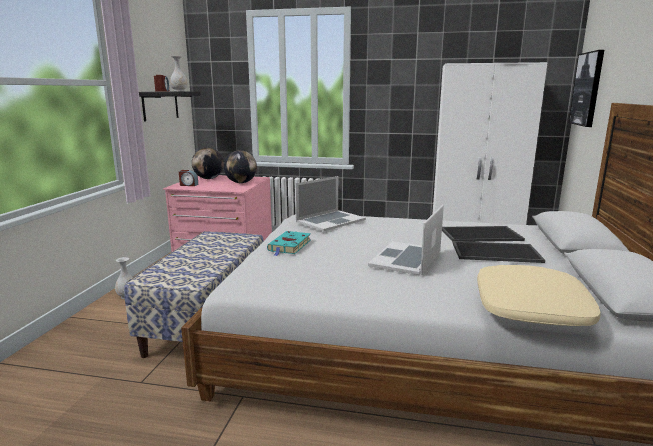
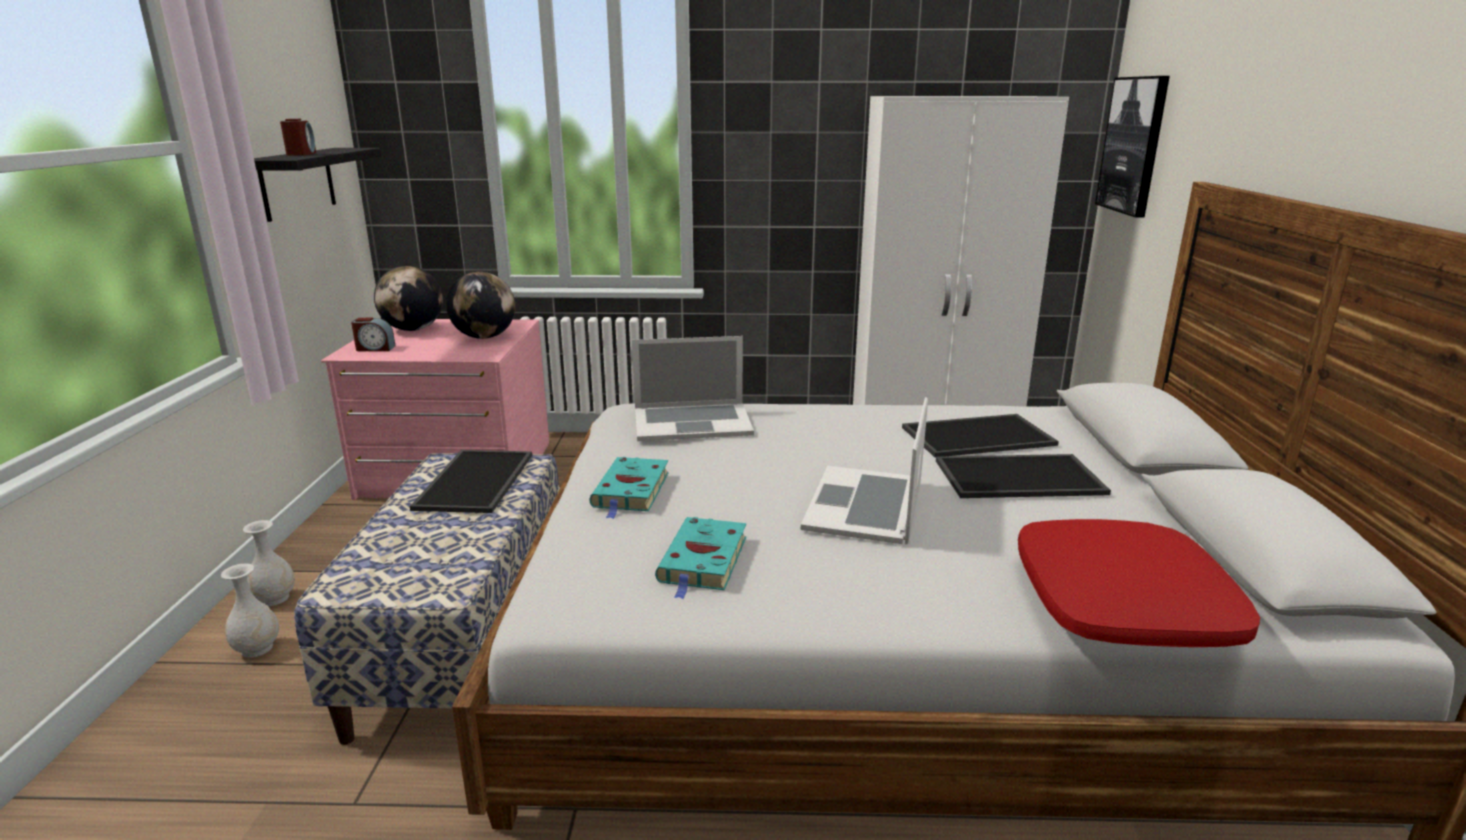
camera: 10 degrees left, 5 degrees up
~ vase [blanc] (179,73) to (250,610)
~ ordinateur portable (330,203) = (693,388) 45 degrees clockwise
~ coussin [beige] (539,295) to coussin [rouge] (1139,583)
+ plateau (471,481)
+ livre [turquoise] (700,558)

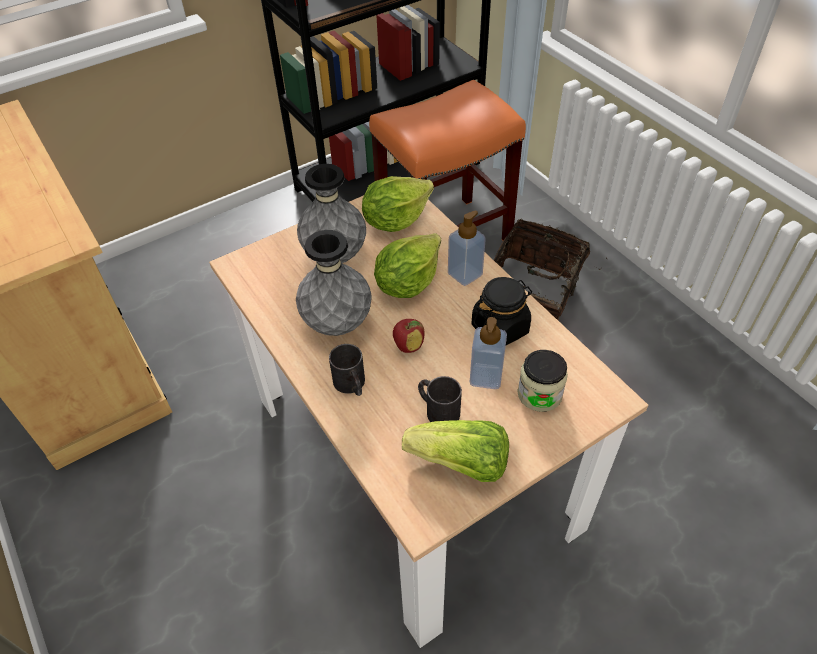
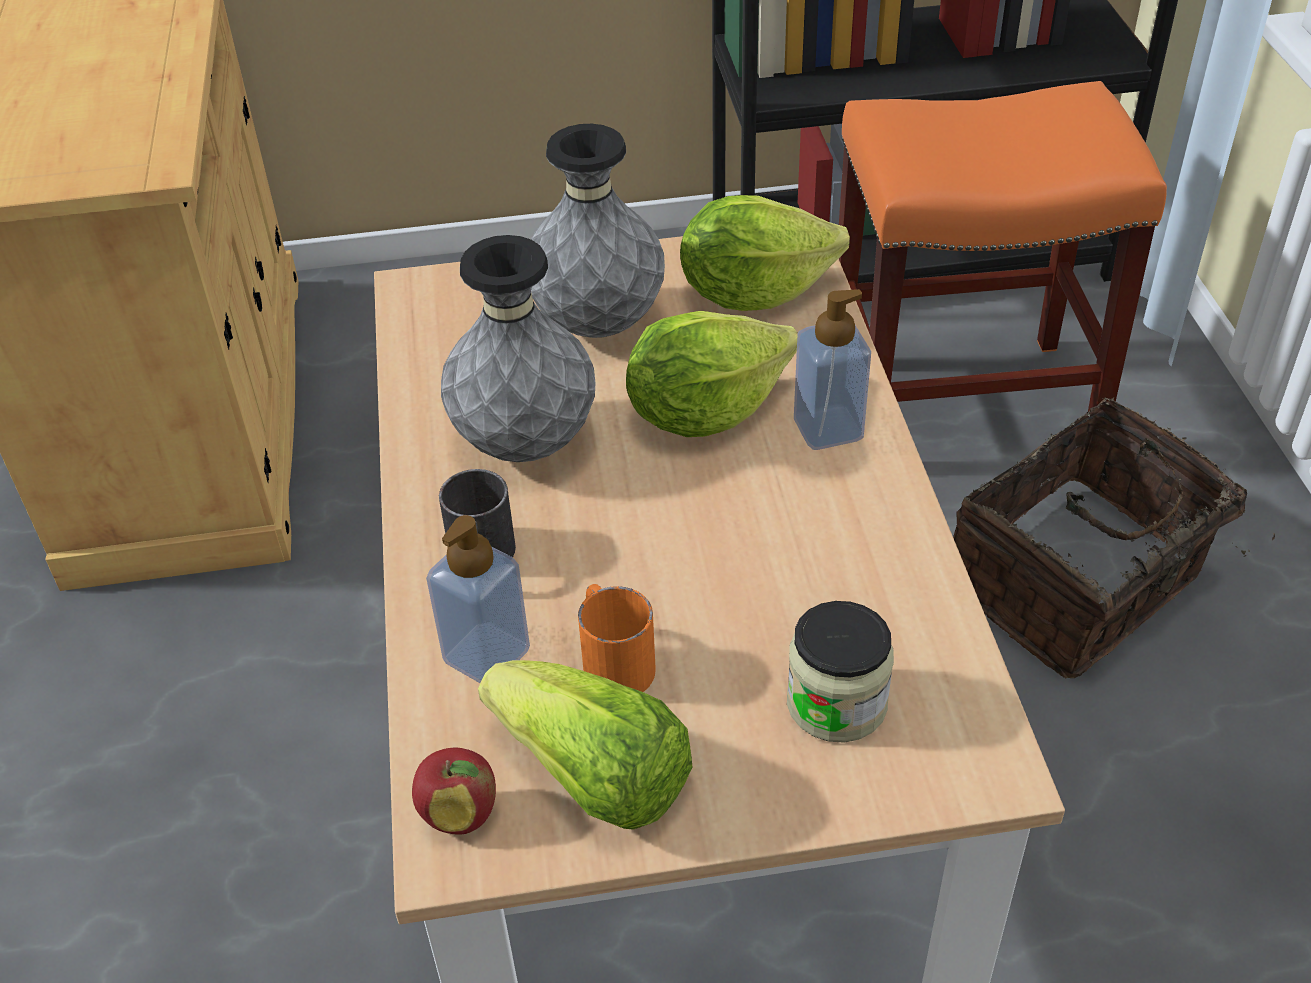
camera: 25 degrees right, 5 degrees down
~ pomme (408,336) to (454,791)
~ mug [noir] (440,399) to mug [orange] (617,638)
~ distributeur de savon (488,353) to (478,599)
- bocal [noir] (501,311)

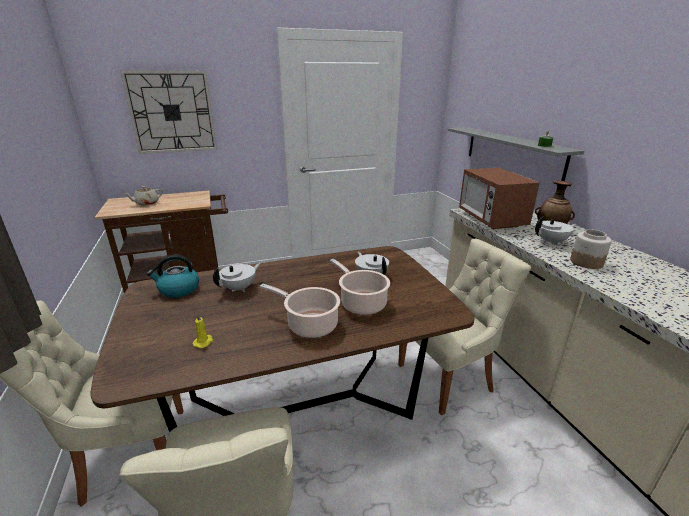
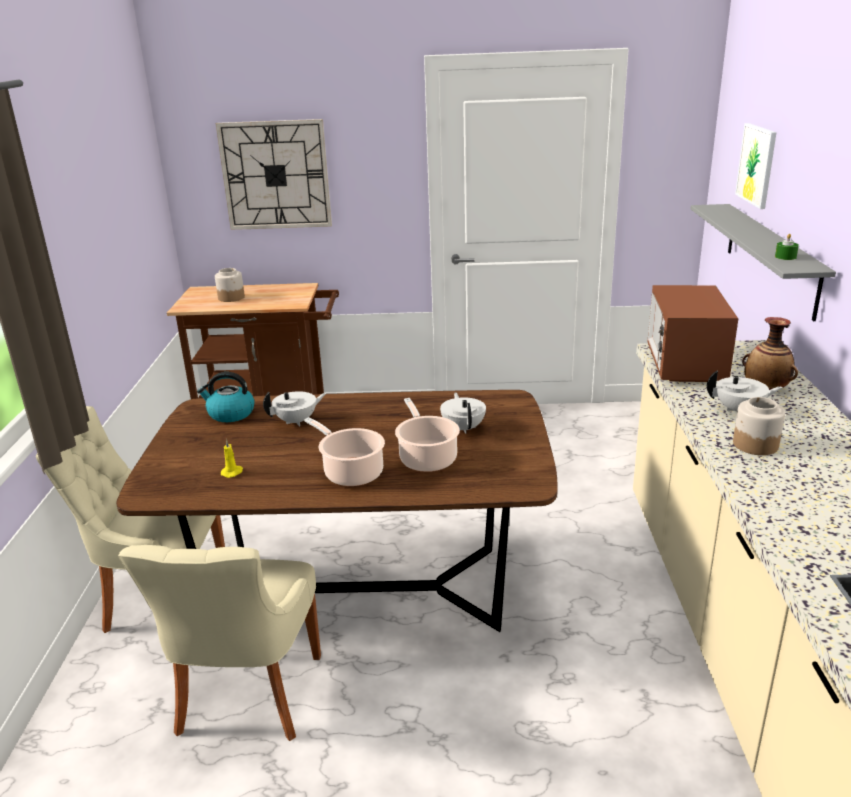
camera: 20 degrees right, 0 degrees up
~ théière [beige] (143,196) to bocal (230,285)
- chaise [beige] (464,326)
+ tableau (756,166)

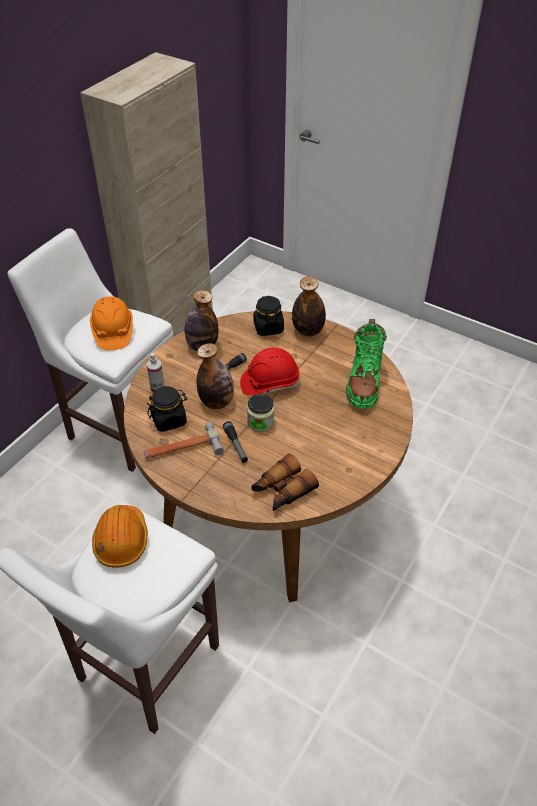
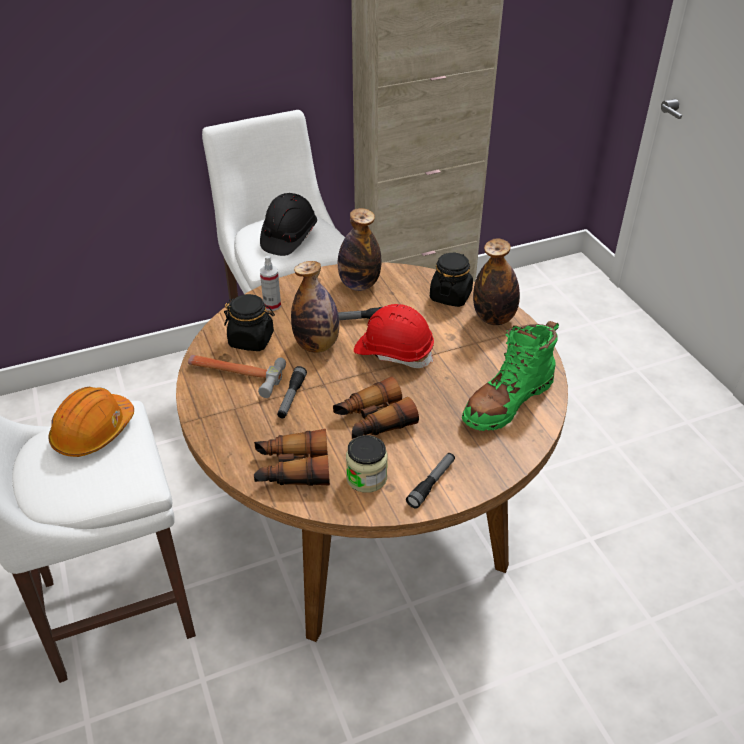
camera: 35 degrees right, 5 degrees down
~ casque de chantier [orange] (111,323) to casque de chantier [noir] (288,224)
~ bocal (261,413) to (367,464)
+ jumelles (376,407)
+ lampe de poche (430,481)

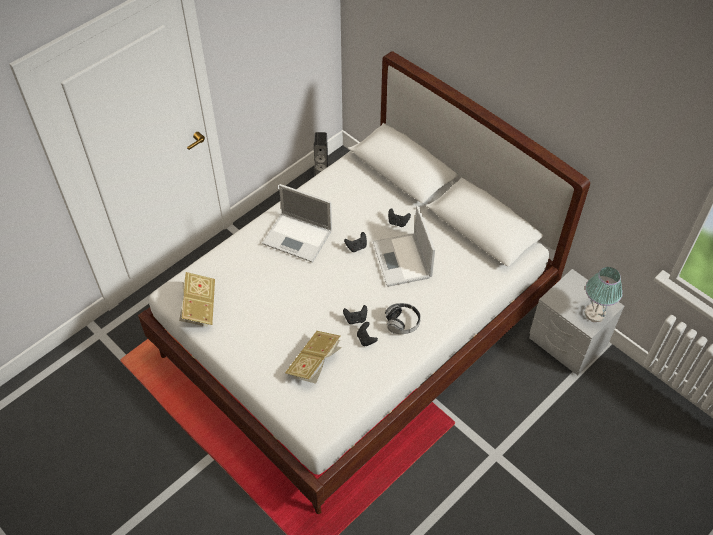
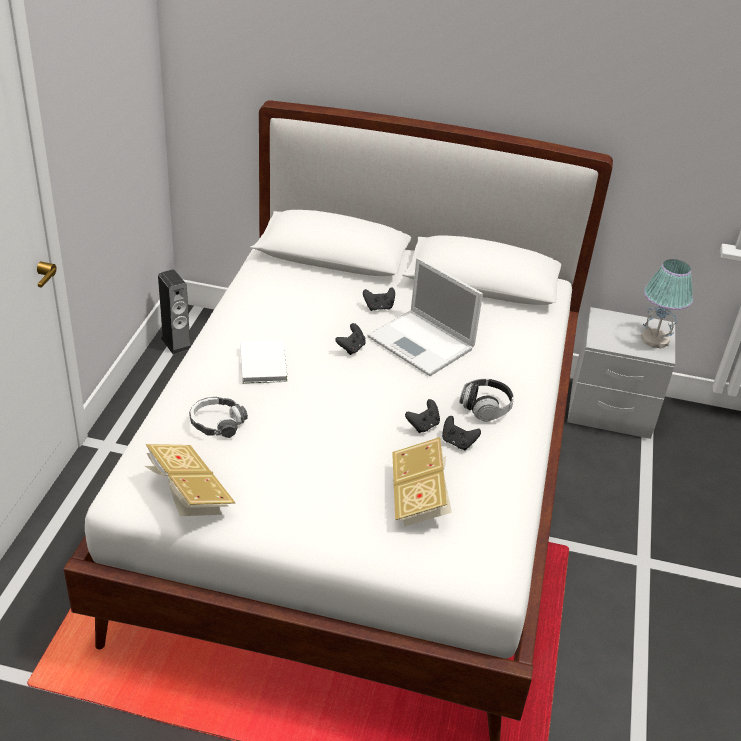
camera: 35 degrees left, 15 degrees down
~ ordinateur portable (297,223) to livre [blanc] (263,362)
+ casque audio (218,417)

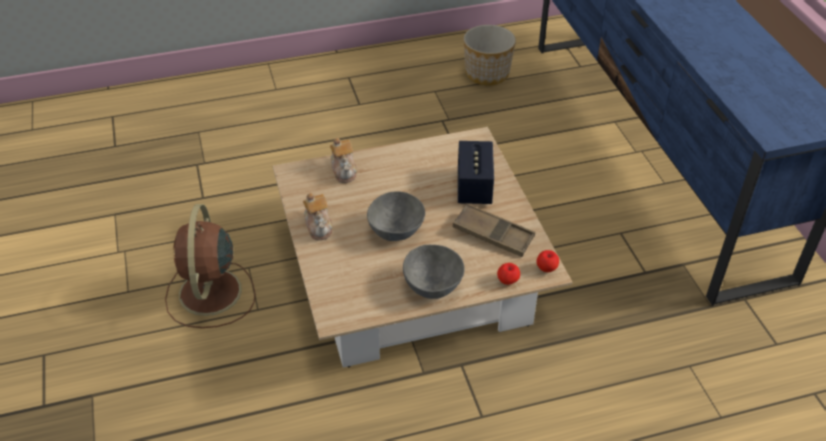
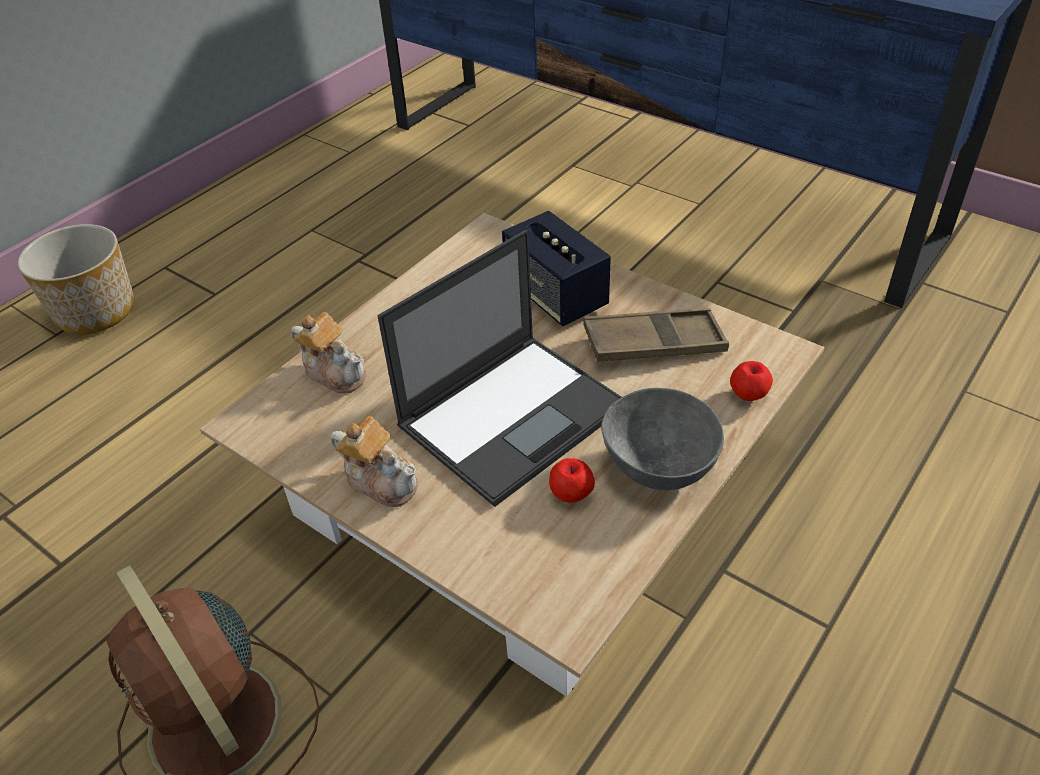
camera: 35 degrees left, 0 degrees up
~ bol [gris] (396,216) to ordinateur portable (499,368)
~ cache-pot (490,55) to (75,279)
~ pomme (547,261) to (572,480)

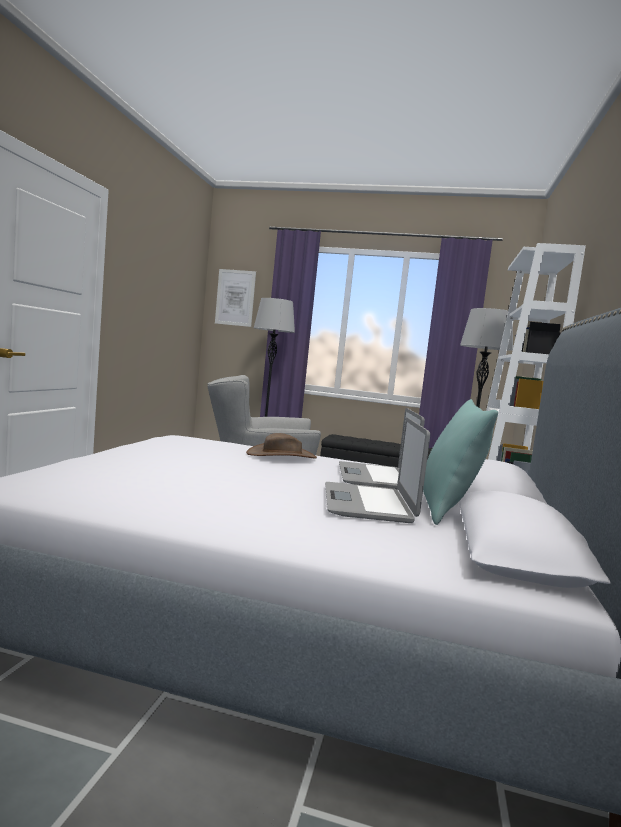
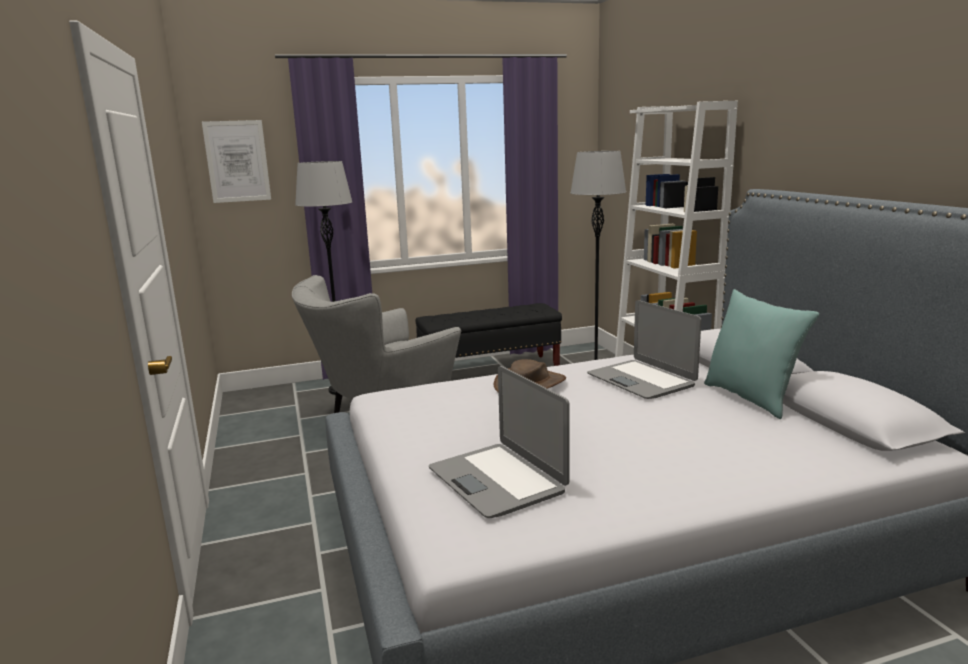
camera: 30 degrees left, 10 degrees up
~ ordinateur portable (377,470) to (499,442)

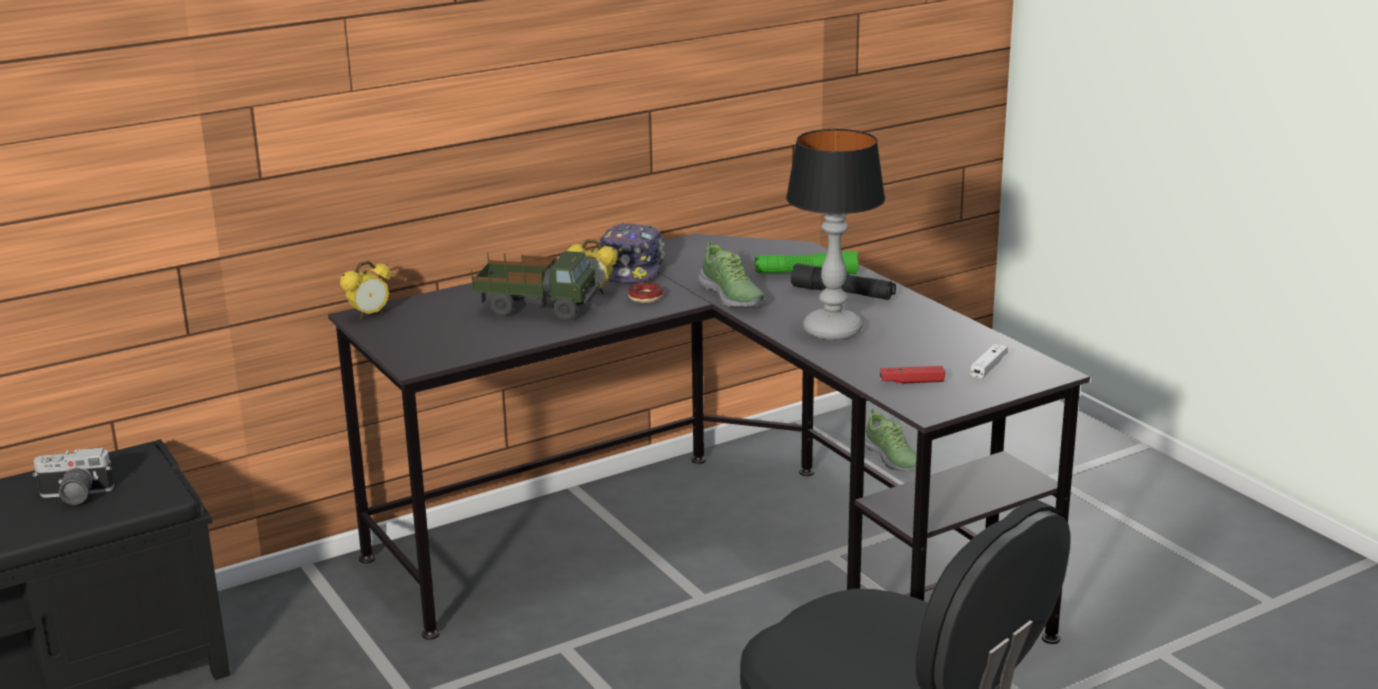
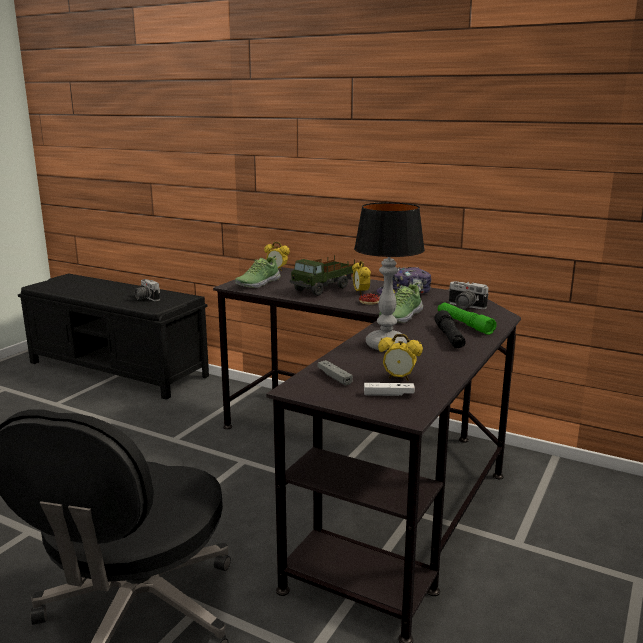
camera: 60 degrees right, 5 degrees down
~ camion jouet (535,286) = (322,275) 60 degrees clockwise
~ chaussure (891,440) to (257,271)
~ manette [rouge] (912,375) to manette [gris] (335,373)
+ réveil (400,357)
+ appareil photo (468,295)

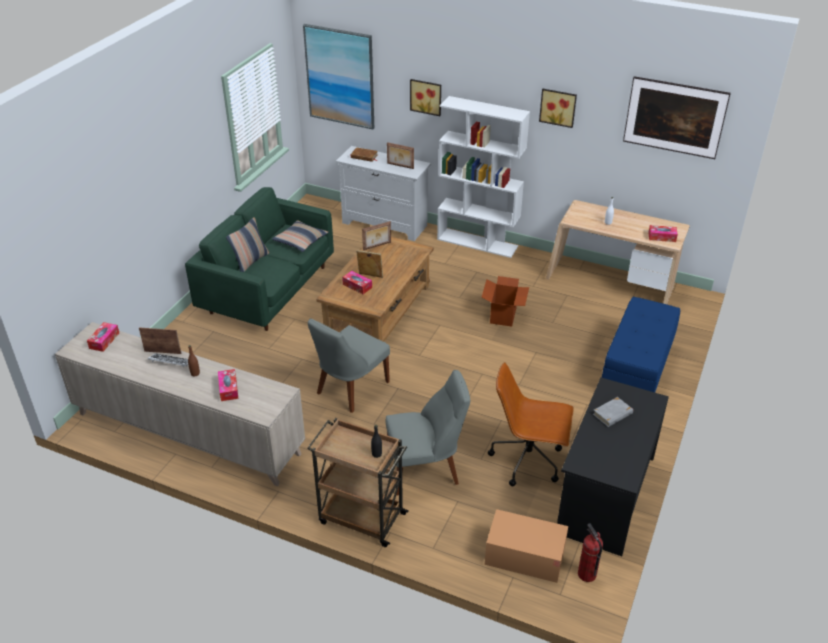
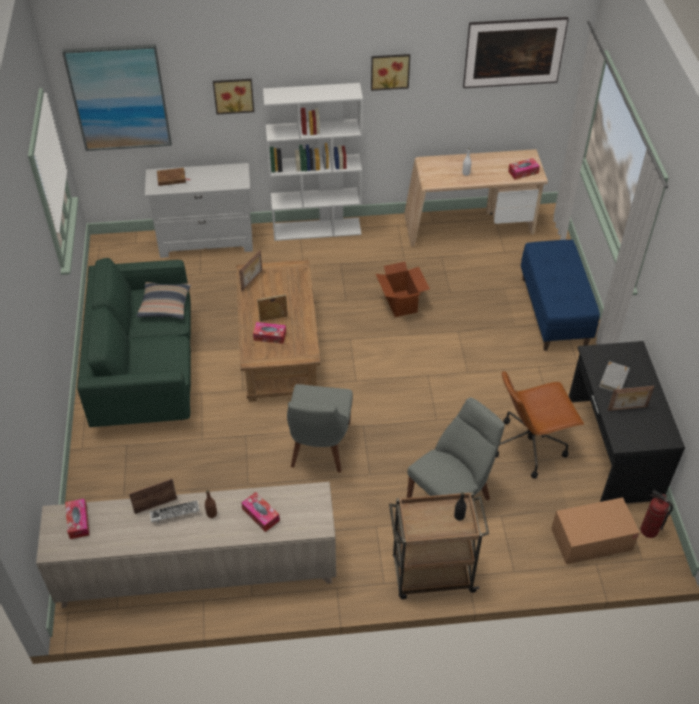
camera: 30 degrees left, 10 degrees up
- coussin (247,244)
~ cadre photo (400,155) to (631,398)

